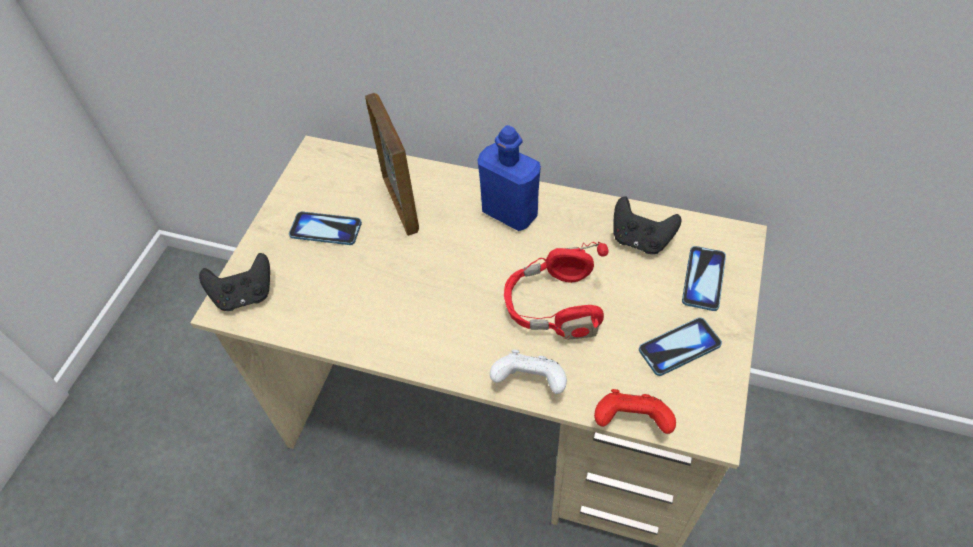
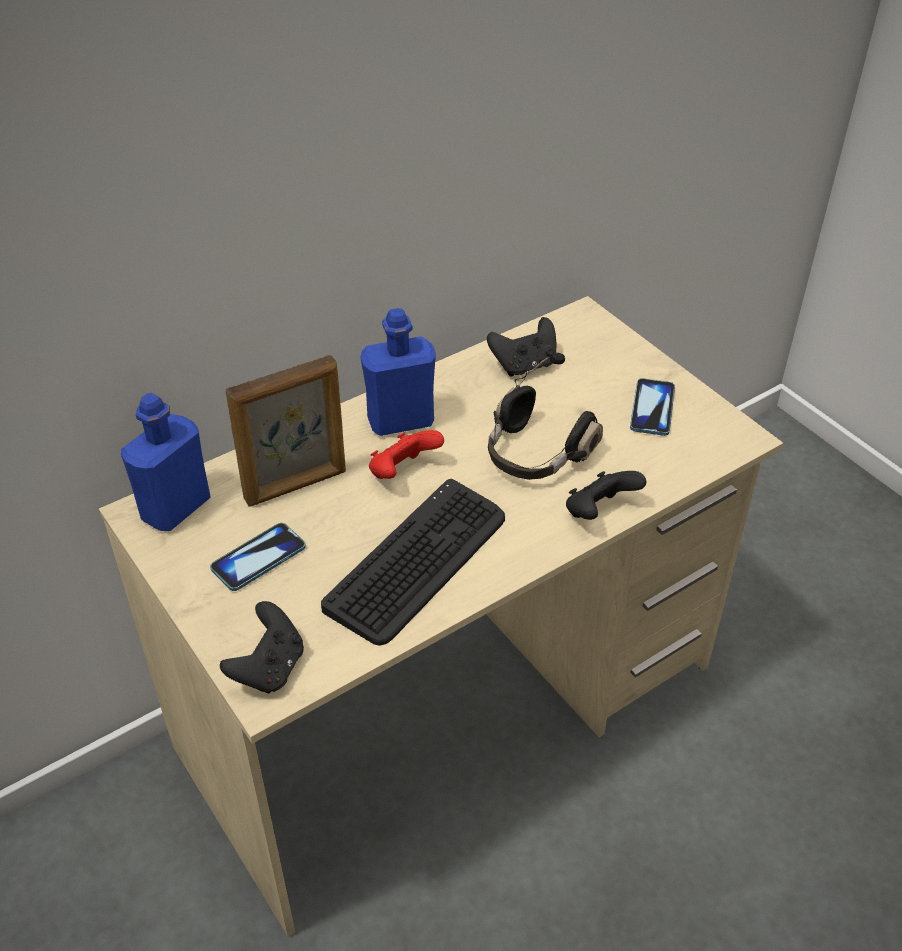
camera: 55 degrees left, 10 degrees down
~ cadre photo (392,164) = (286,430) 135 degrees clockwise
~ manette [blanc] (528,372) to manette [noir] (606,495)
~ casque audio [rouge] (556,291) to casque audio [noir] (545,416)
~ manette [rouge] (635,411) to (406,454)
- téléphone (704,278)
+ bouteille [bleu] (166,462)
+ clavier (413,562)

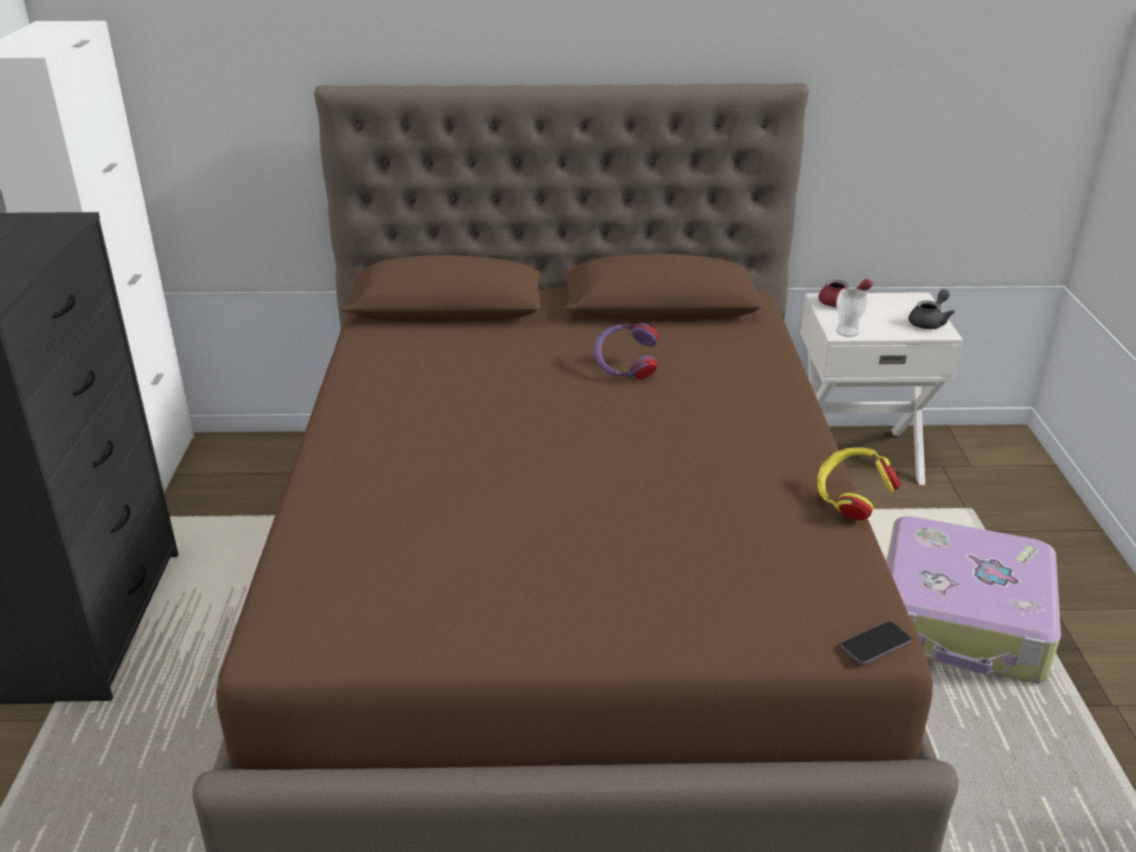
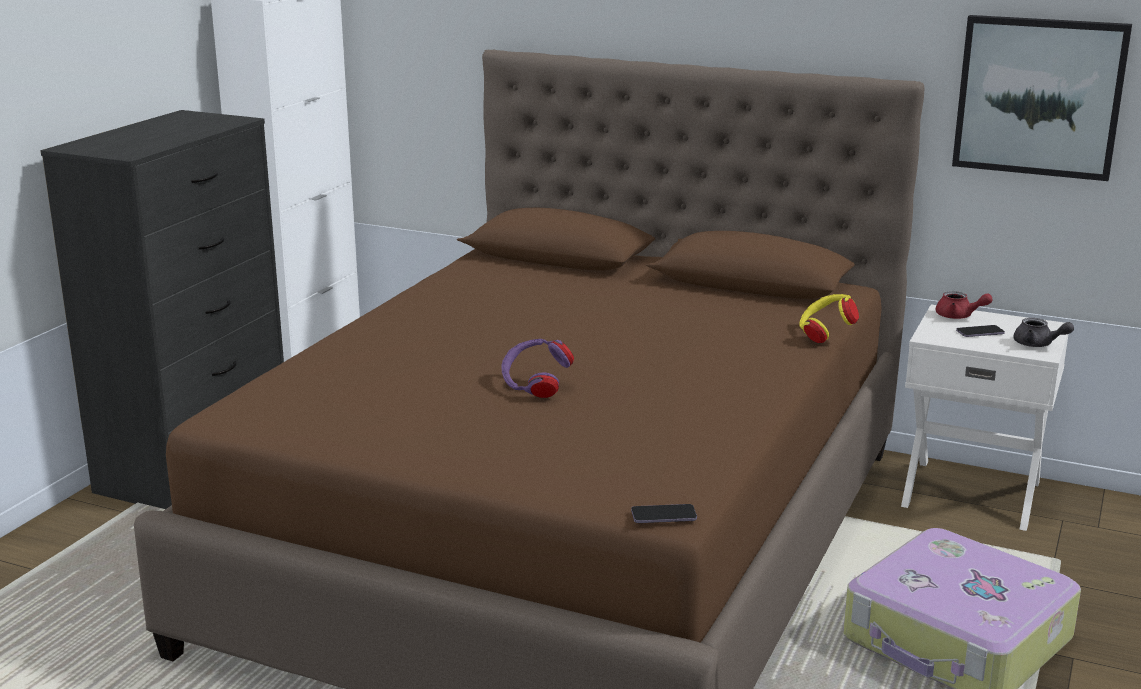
camera: 25 degrees right, 10 degrees down
~ casque audio [violet] (626,351) to (538,368)
~ casque audio [jaune] (859,483) to (829,318)
- tasse (852,312)
~ théière [gris] (931,309) = (1044,332) 60 degrees clockwise
+ tableau (1042,98)
+ téléphone (980,331)

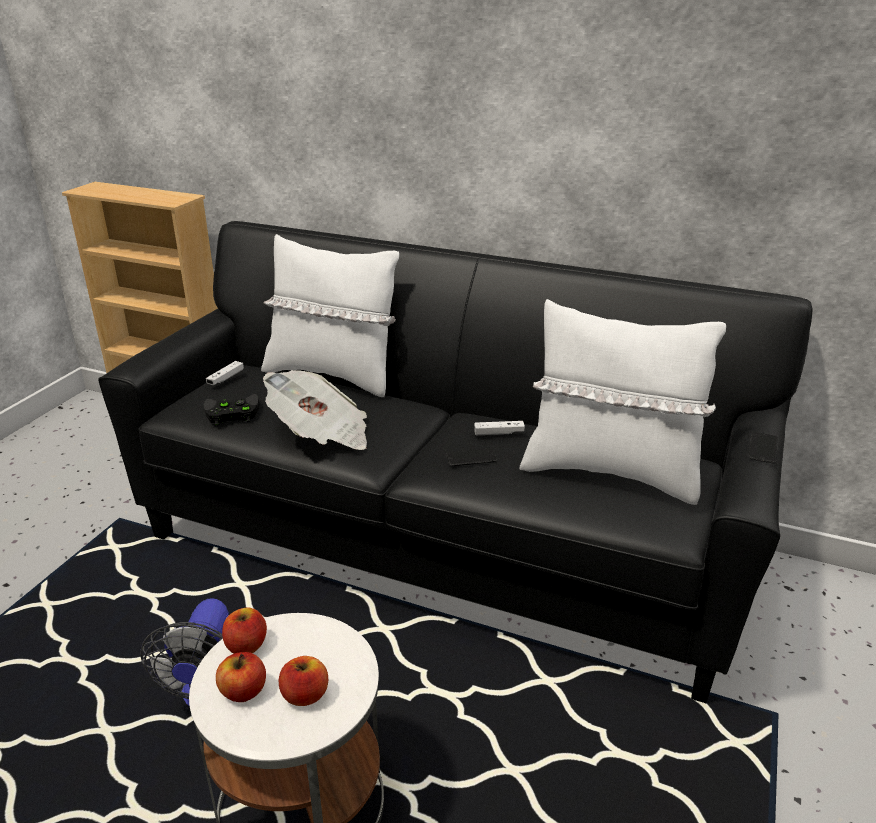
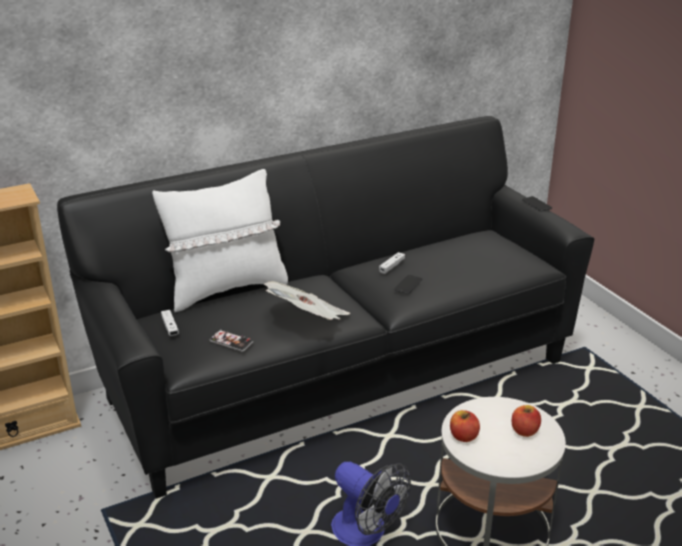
camera: 50 degrees left, 0 degrees up
~ manette [noir] (231,409) to téléphone (231,341)
- pomme (241,677)
- coussin [blanc] (623,402)

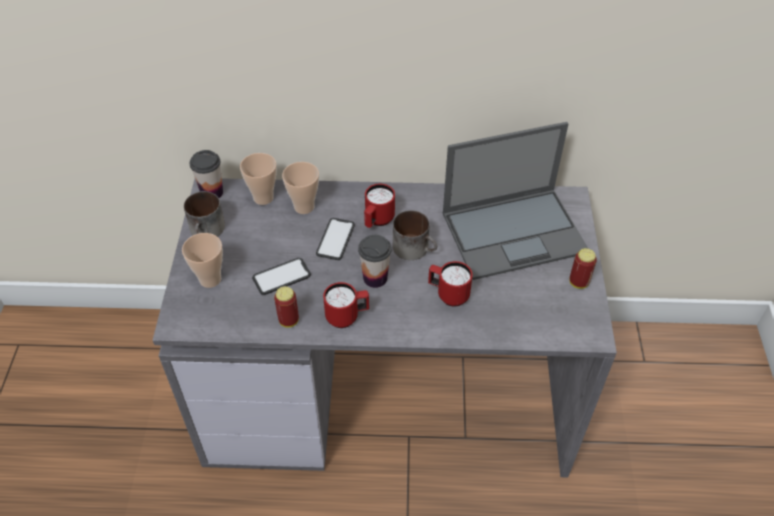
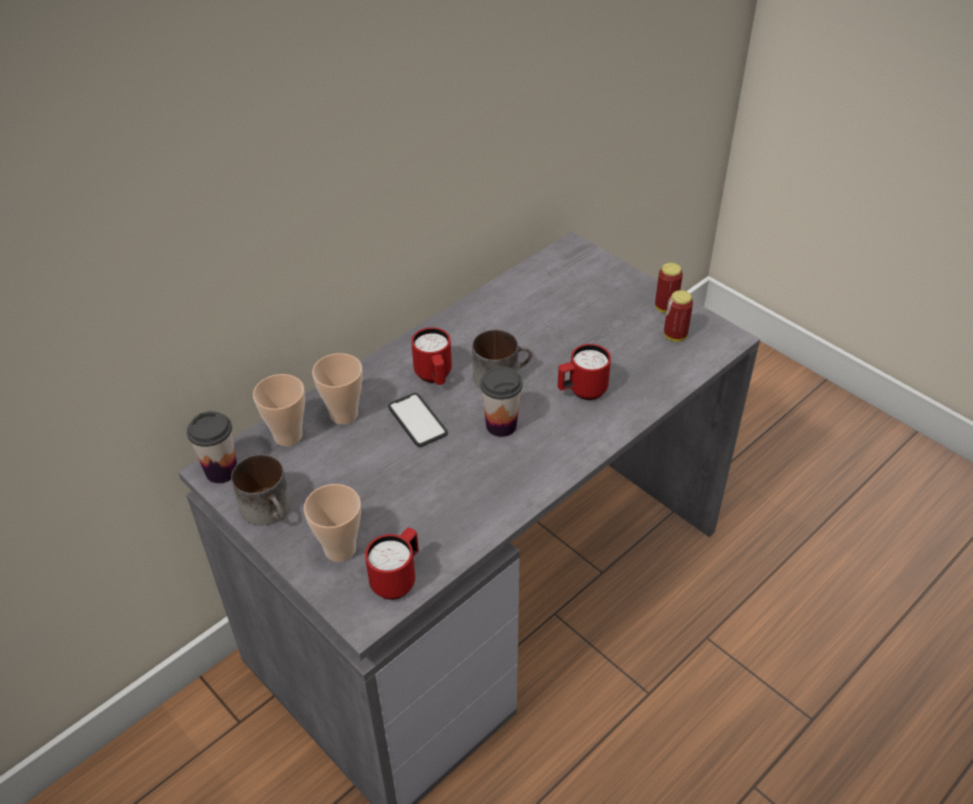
camera: 45 degrees left, 5 degrees down
- téléphone (281,276)
~ boîte métallique (286,307) to (678,315)
~ mug [rouge] (346,305) to (392,564)
- ordinateur portable (515,201)

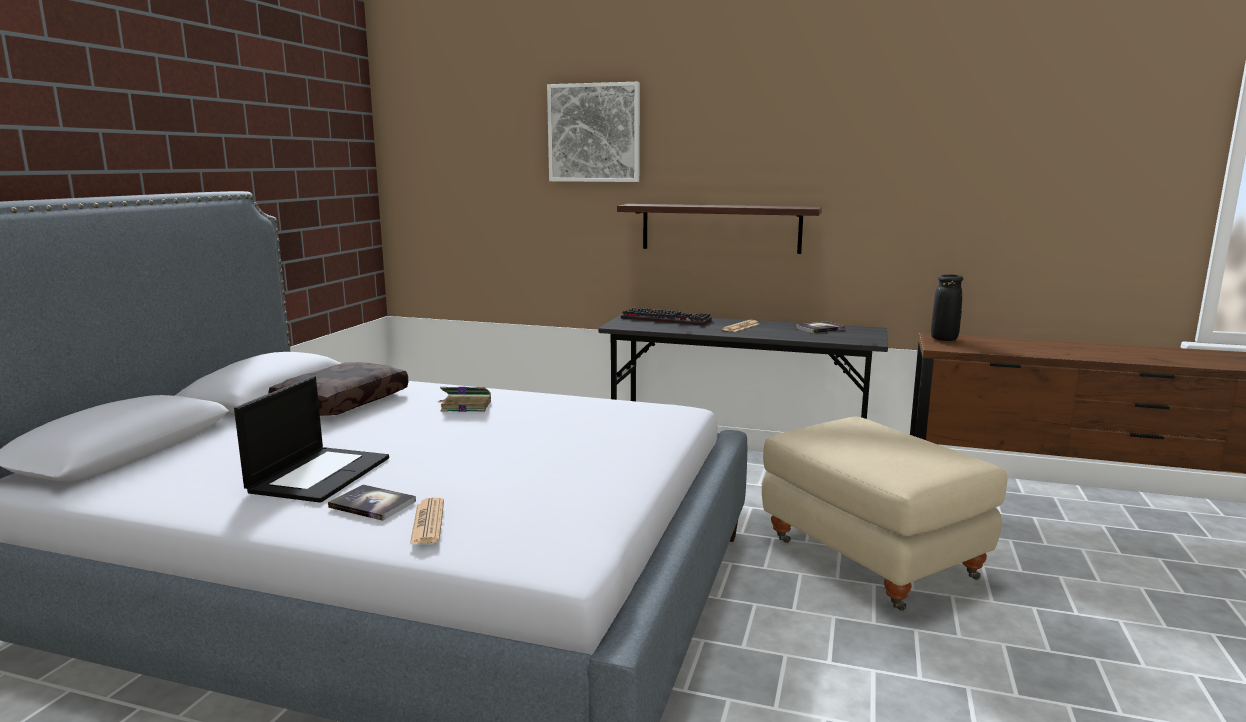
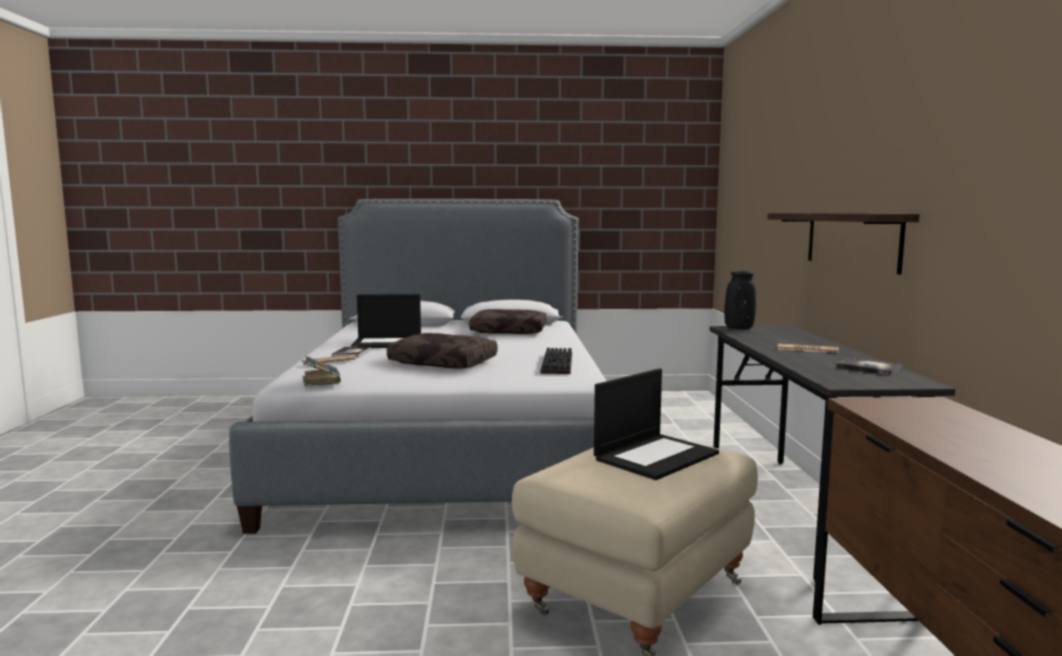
camera: 70 degrees right, 5 degrees down
~ livre (465,399) to (321,371)
- tableau (593,132)
~ clavier (666,316) to (556,361)
~ vase [noir] (947,308) to (740,300)
+ coussin [marron] (442,351)
+ ordinateur portable (656,424)

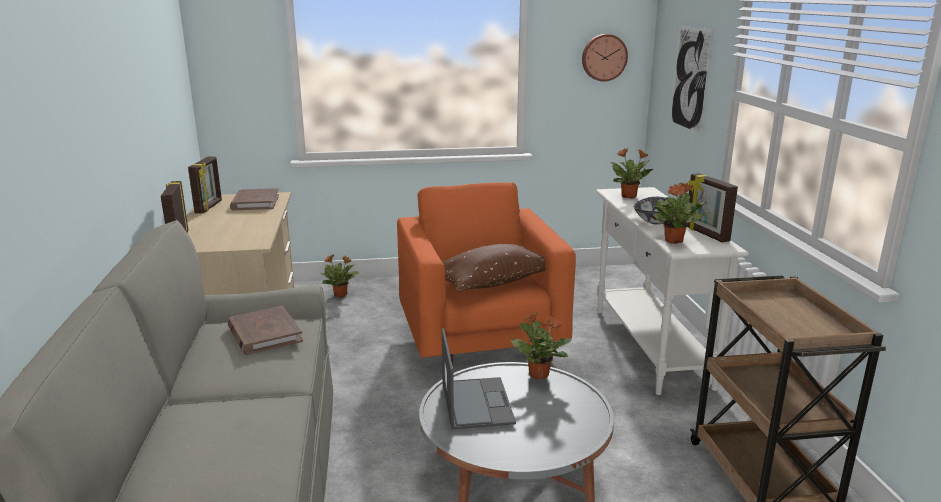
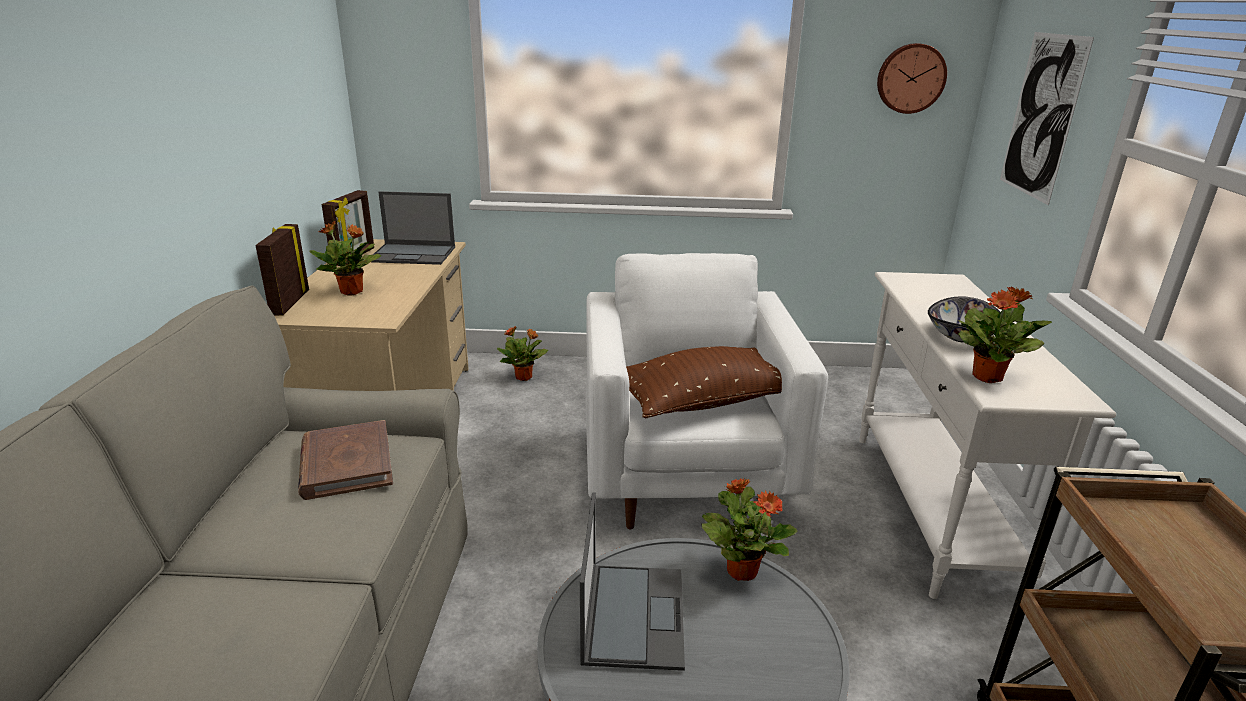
camera: 10 degrees right, 5 degrees up
~ livre [marron] (254,199) to ordinateur portable (413,228)
~ fauteuil [orange] (486,274) to fauteuil [blanc] (707,391)
~ plante en pot (631,173) to (345,258)
- cadre photo (712,208)

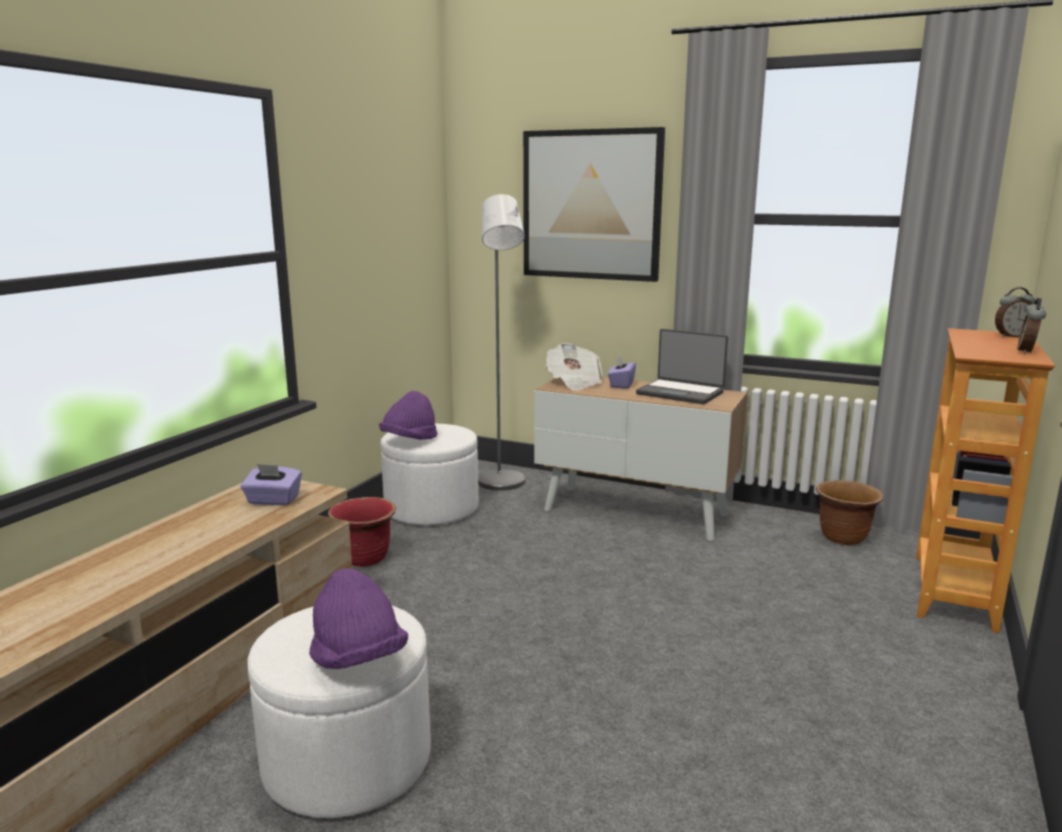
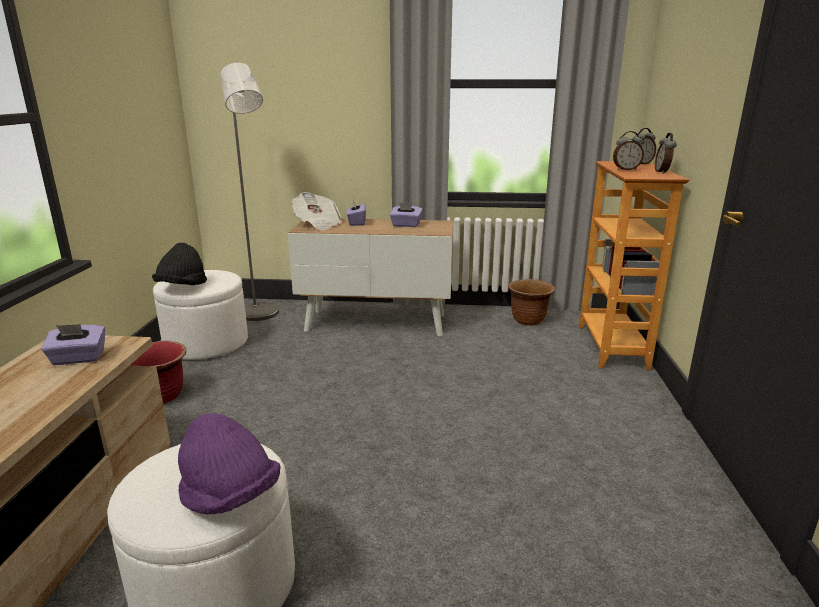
camera: 20 degrees left, 5 degrees up
~ chapeau [violet] (408,415) to chapeau [noir] (179,264)
- tableau (594,204)
~ ordinateur portable (682,366) to boîte à mouchoirs [violet] (406,214)
+ réveil (628,150)

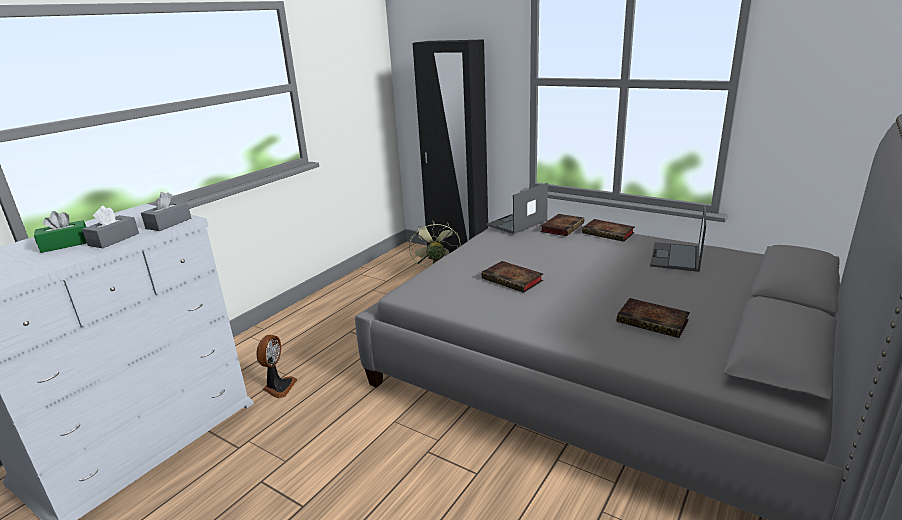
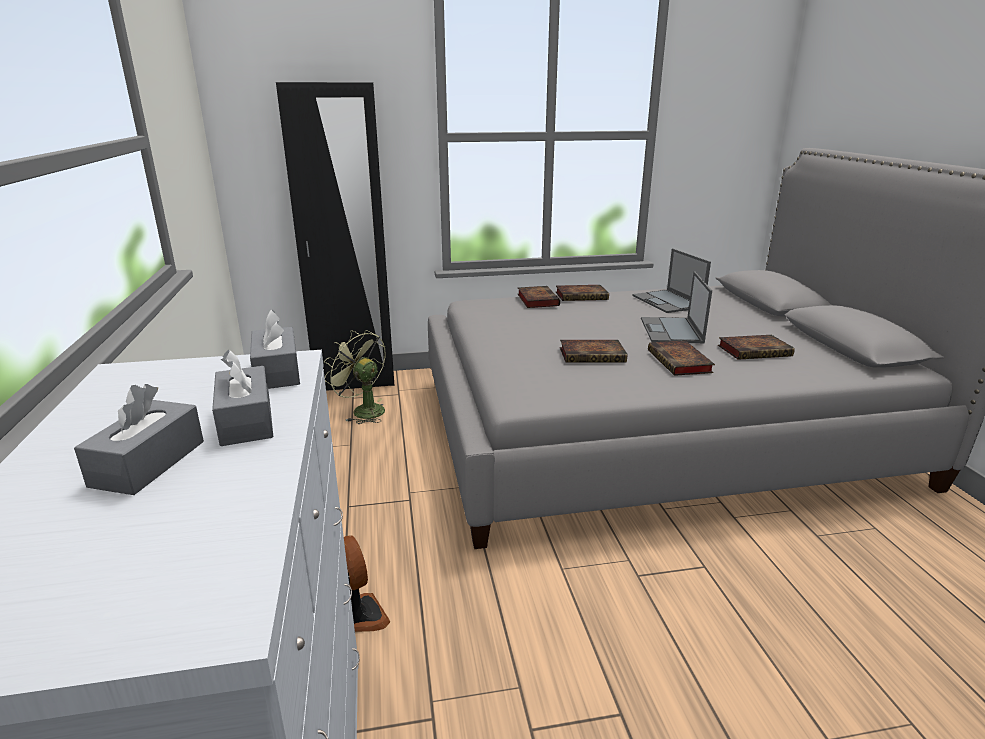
camera: 45 degrees left, 0 degrees up
~ boîte à mouchoirs [vert] (60,232) to boîte à mouchoirs [gris] (139,439)
~ ordinateur portable (517,208) to (676,307)
+ livre (681,358)

